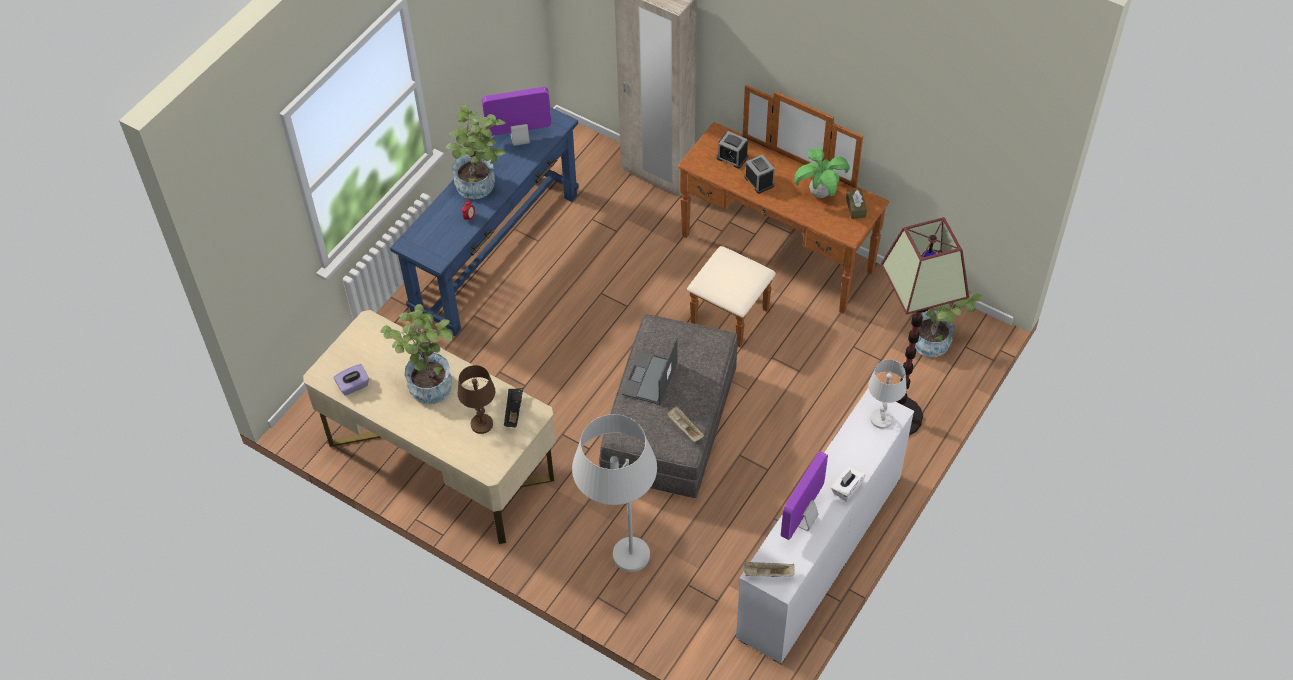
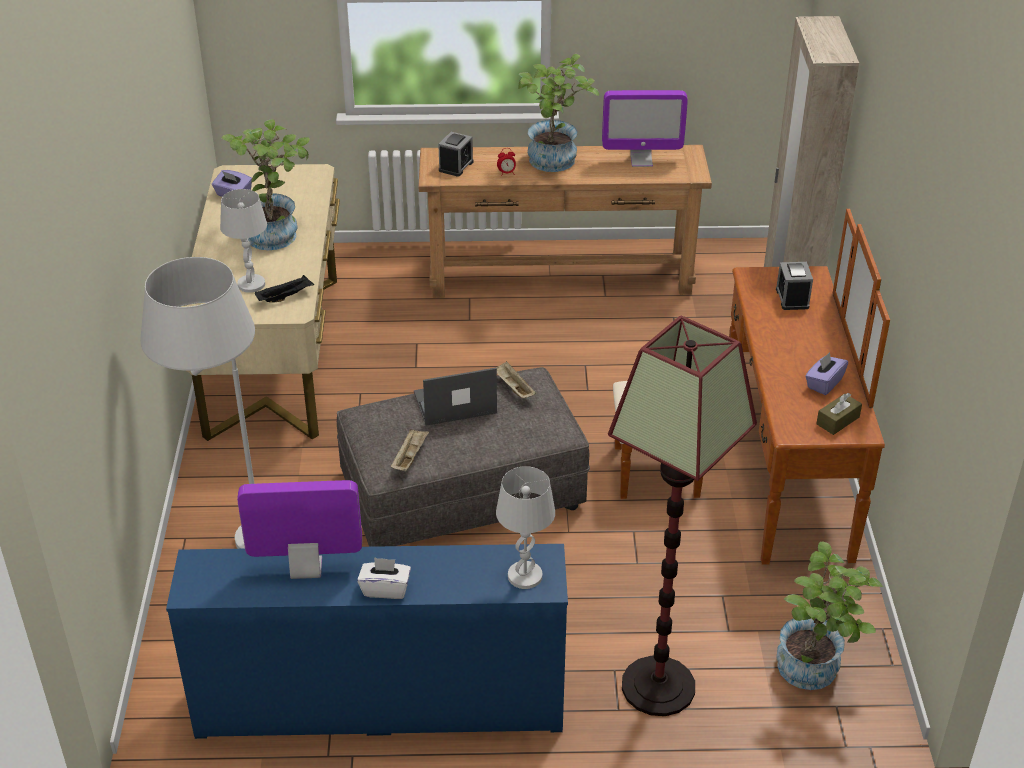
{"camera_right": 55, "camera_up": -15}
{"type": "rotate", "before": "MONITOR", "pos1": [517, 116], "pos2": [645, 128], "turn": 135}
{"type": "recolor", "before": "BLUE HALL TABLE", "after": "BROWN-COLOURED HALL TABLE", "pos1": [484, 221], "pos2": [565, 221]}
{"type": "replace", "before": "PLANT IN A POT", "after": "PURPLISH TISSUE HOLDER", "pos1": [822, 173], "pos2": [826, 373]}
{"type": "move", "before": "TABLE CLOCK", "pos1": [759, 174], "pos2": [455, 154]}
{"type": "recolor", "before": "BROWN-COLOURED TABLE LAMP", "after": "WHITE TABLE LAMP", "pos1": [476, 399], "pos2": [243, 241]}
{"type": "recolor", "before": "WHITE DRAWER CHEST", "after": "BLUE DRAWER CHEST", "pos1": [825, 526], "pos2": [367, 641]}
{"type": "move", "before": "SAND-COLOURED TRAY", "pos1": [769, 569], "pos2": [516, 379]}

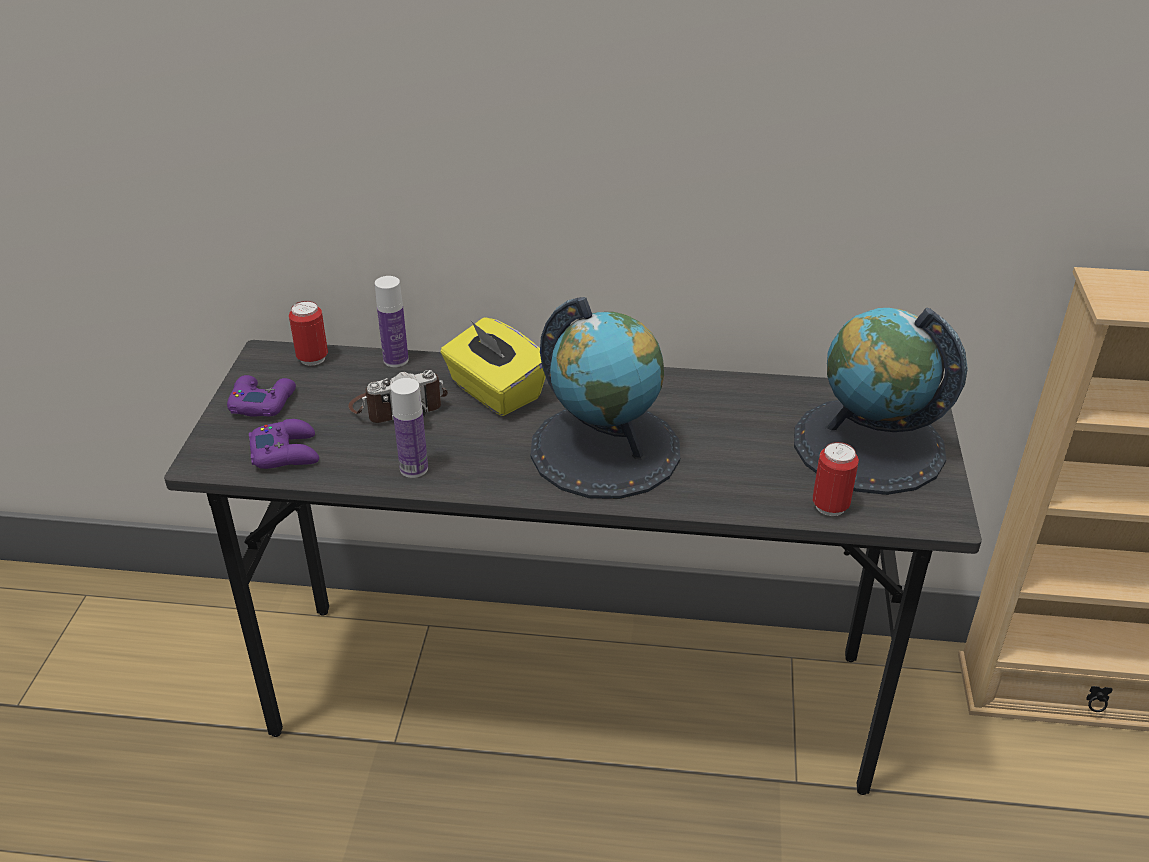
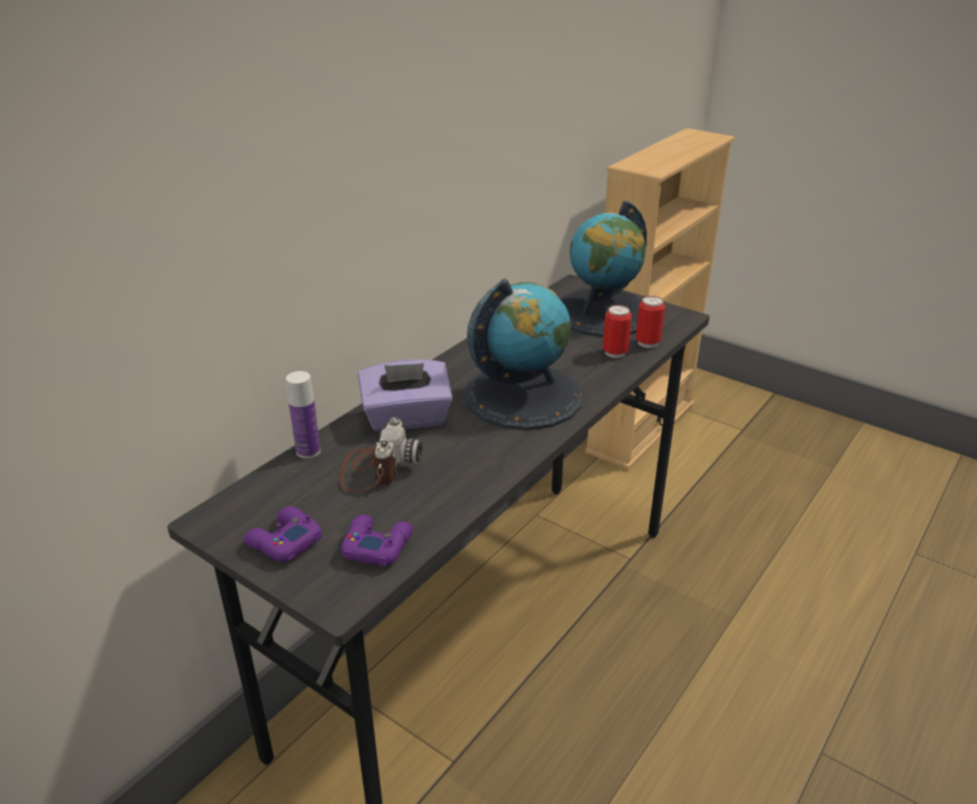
{"camera_right": -60, "camera_up": -5}
{"type": "move", "before": "CAN", "pos1": [308, 333], "pos2": [617, 331]}
{"type": "recolor", "before": "YELLOWISH TISSUE HOLDER", "after": "PURPLISH TISSUE HOLDER", "pos1": [493, 366], "pos2": [405, 395]}
{"type": "delete", "before": "DRINK BOTTLE", "pos1": [409, 428]}

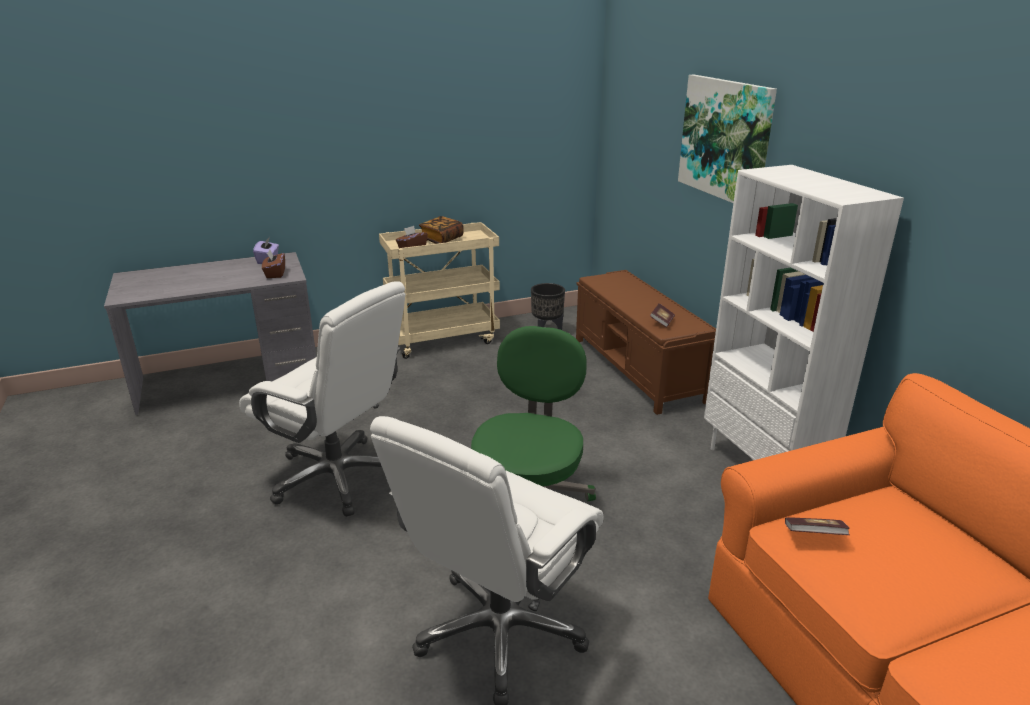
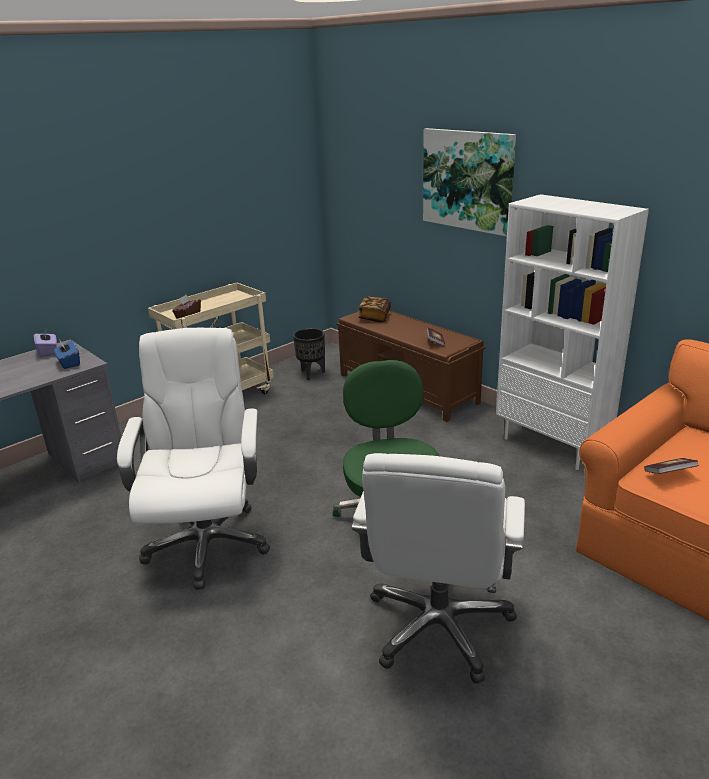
{"camera_right": -20, "camera_up": 0}
{"type": "move", "before": "VOLUME", "pos1": [441, 230], "pos2": [374, 309]}
{"type": "recolor", "before": "BROWN-COLOURED TISSUE HOLDER", "after": "BLUE TISSUE HOLDER", "pos1": [273, 264], "pos2": [67, 354]}
{"type": "rotate", "before": "WHITE DESK CHAIR", "pos1": [322, 399], "pos2": [193, 459], "turn": -105}

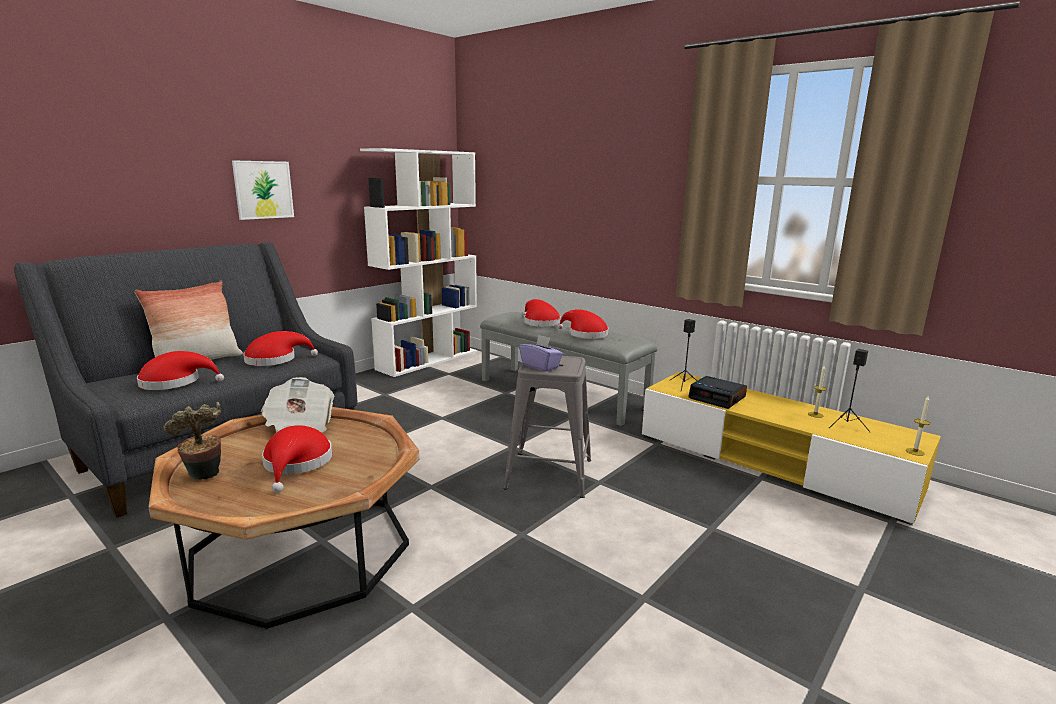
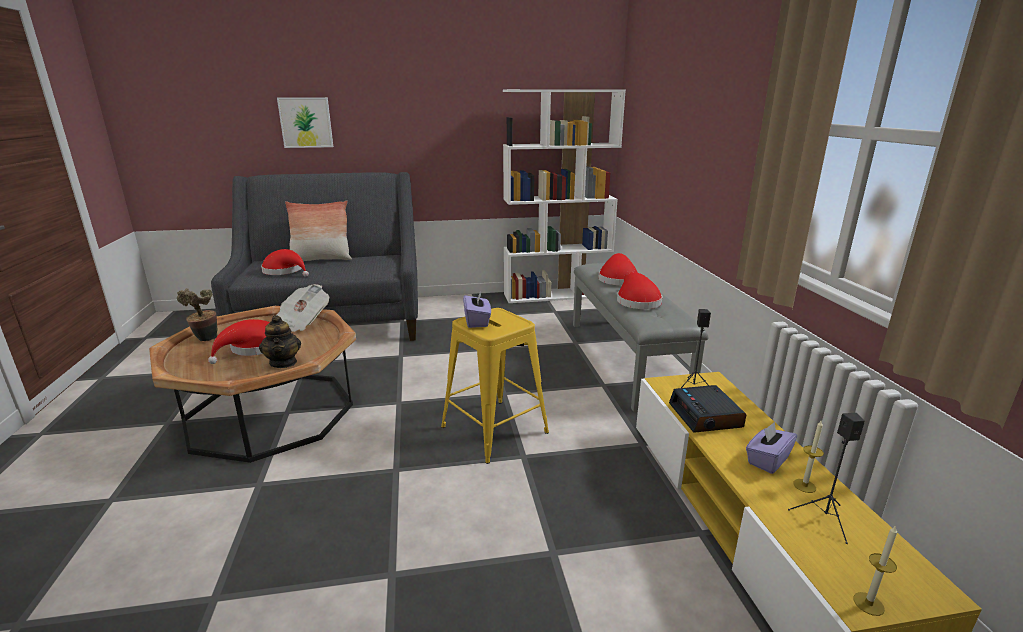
{"camera_right": 40, "camera_up": 5}
{"type": "move", "before": "PICTURE", "pos1": [263, 190], "pos2": [305, 122]}
{"type": "delete", "before": "RED CLOTHING HAT", "pos1": [280, 348]}
{"type": "recolor", "before": "GREY STOOL", "after": "YELLOWISH STOOL", "pos1": [547, 427], "pos2": [495, 386]}
{"type": "insert", "after": "TEA POT", "pos2": [280, 341]}
{"type": "insert", "after": "PURPLISH TISSUE HOLDER", "pos2": [771, 447]}

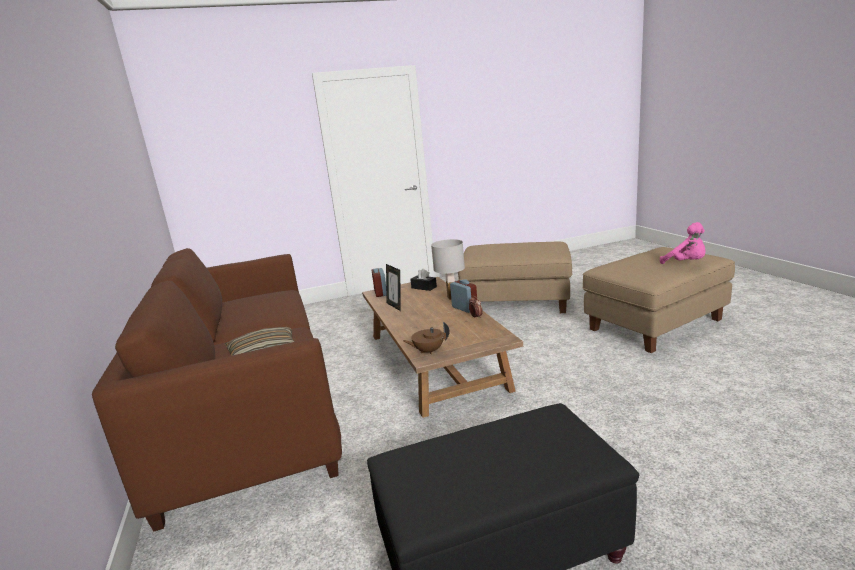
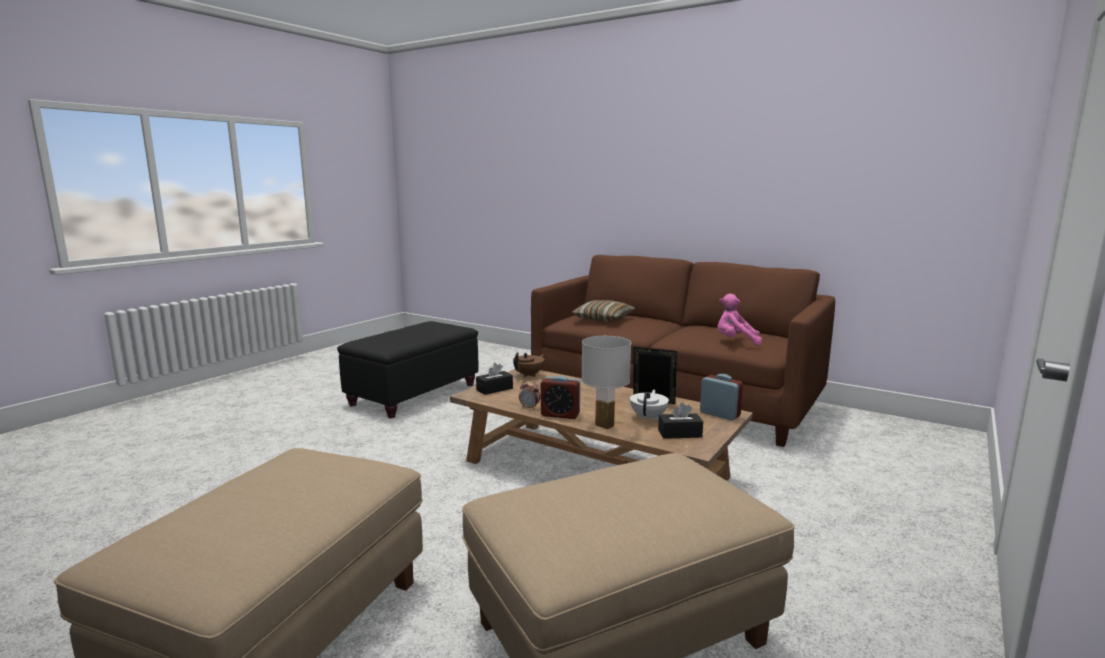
{"camera_right": 140, "camera_up": -5}
{"type": "move", "before": "PINKISH PLUSH TOY", "pos1": [683, 243], "pos2": [740, 319]}
{"type": "insert", "after": "BLACKISH TISSUE HOLDER", "pos2": [494, 379]}
{"type": "insert", "after": "WHITE TEA POT", "pos2": [649, 405]}

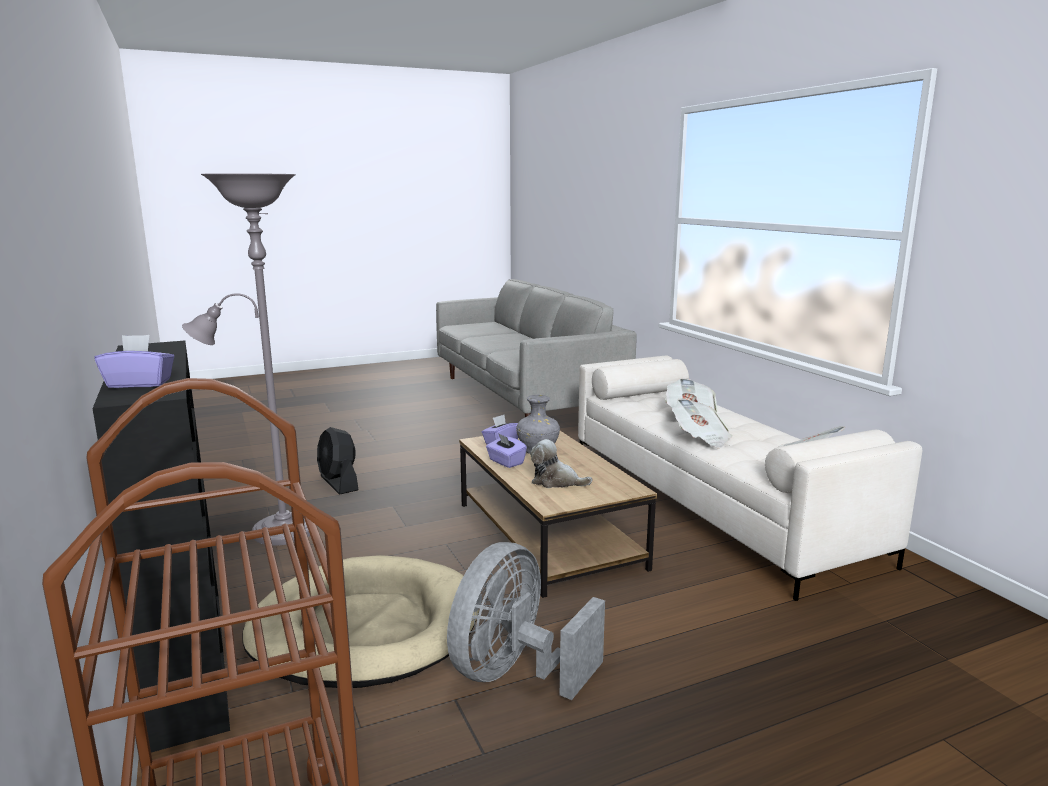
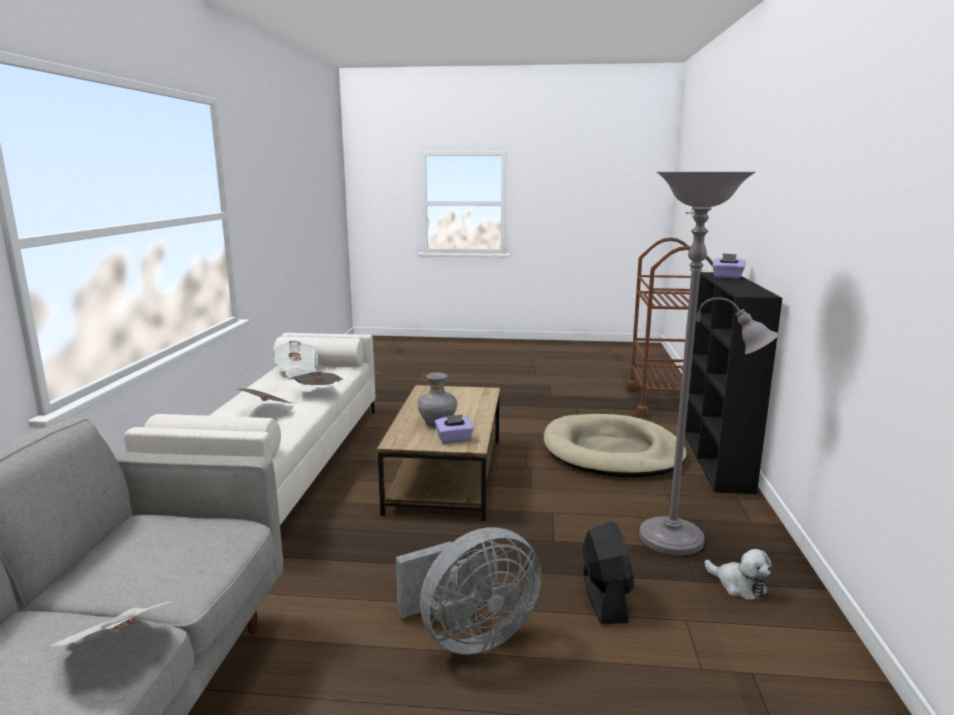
{"camera_right": -150, "camera_up": 0}
{"type": "delete", "before": "PURPLISH TISSUE HOLDER", "pos1": [506, 450]}
{"type": "move", "before": "PLUSH TOY", "pos1": [561, 463], "pos2": [738, 574]}
{"type": "move", "before": "GREY ELECTRIC FAN", "pos1": [526, 621], "pos2": [469, 591]}
{"type": "insert", "after": "PRINTED PAPER", "pos2": [111, 623]}

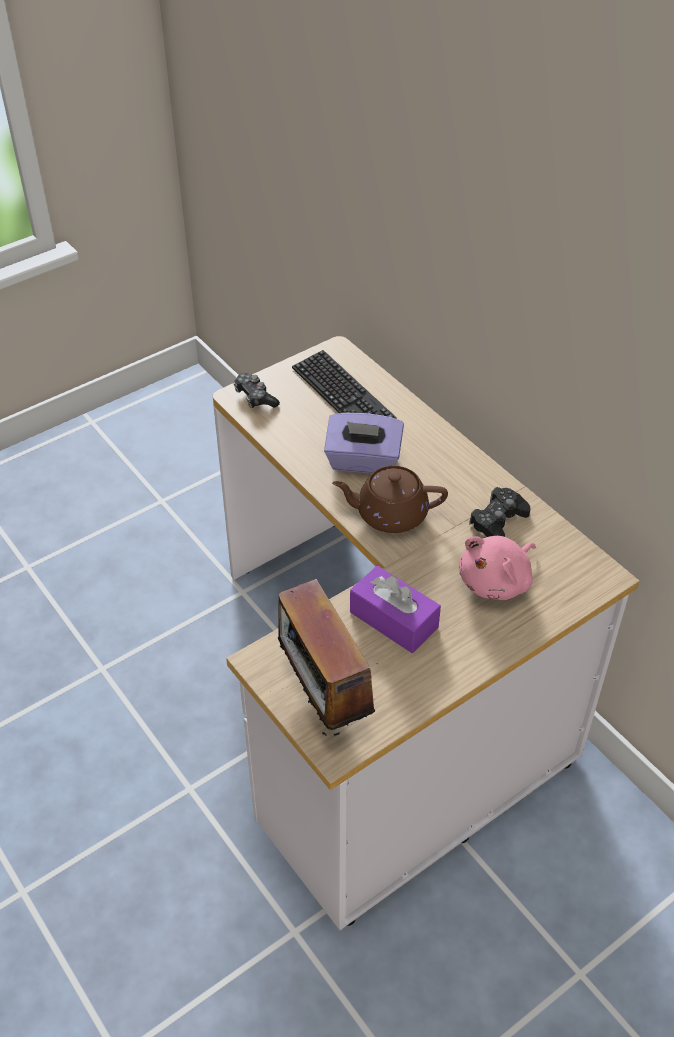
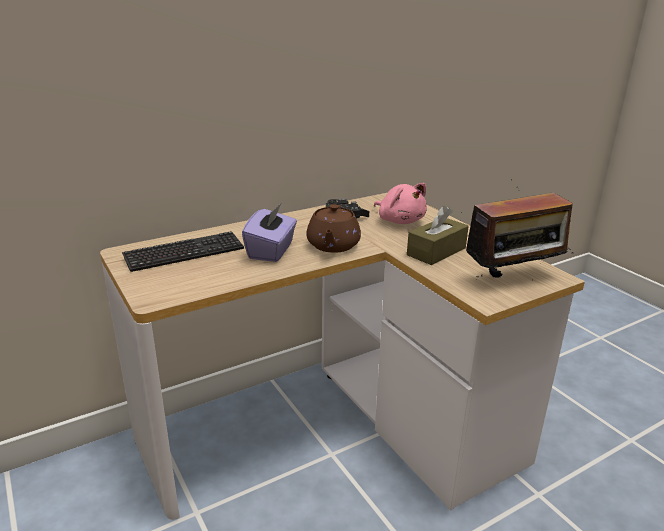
{"camera_right": -85, "camera_up": -20}
{"type": "delete", "before": "JOYPAD", "pos1": [256, 390]}
{"type": "recolor", "before": "PURPLISH TISSUE HOLDER", "after": "BROWN-COLOURED TISSUE HOLDER", "pos1": [395, 609], "pos2": [438, 235]}

